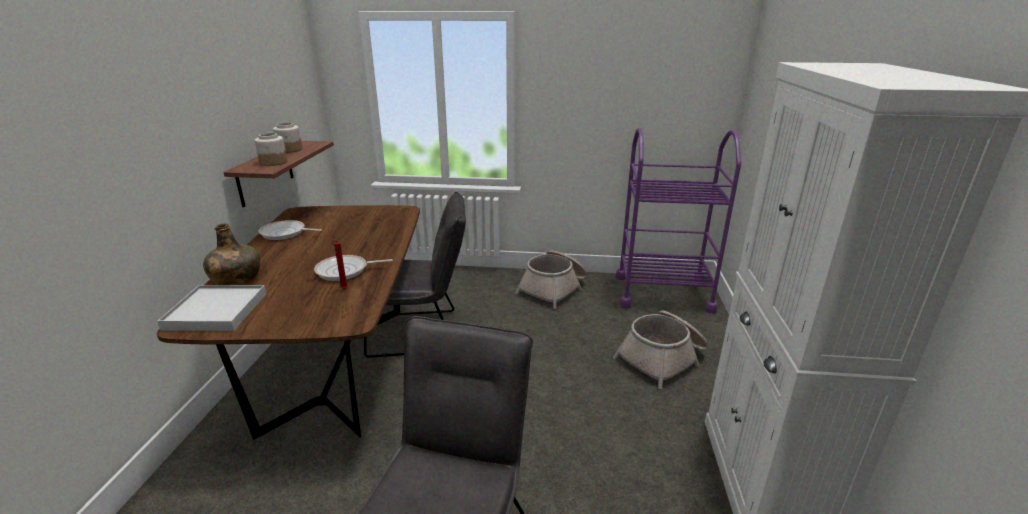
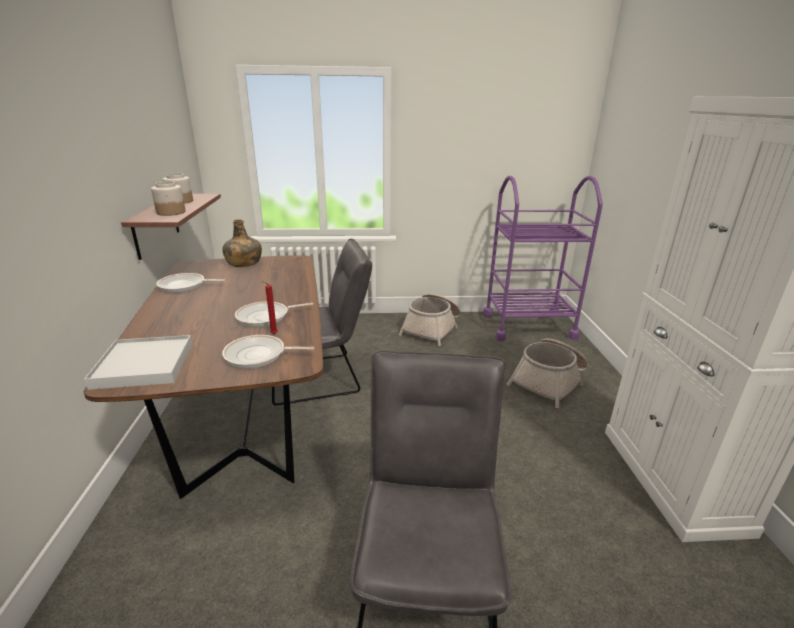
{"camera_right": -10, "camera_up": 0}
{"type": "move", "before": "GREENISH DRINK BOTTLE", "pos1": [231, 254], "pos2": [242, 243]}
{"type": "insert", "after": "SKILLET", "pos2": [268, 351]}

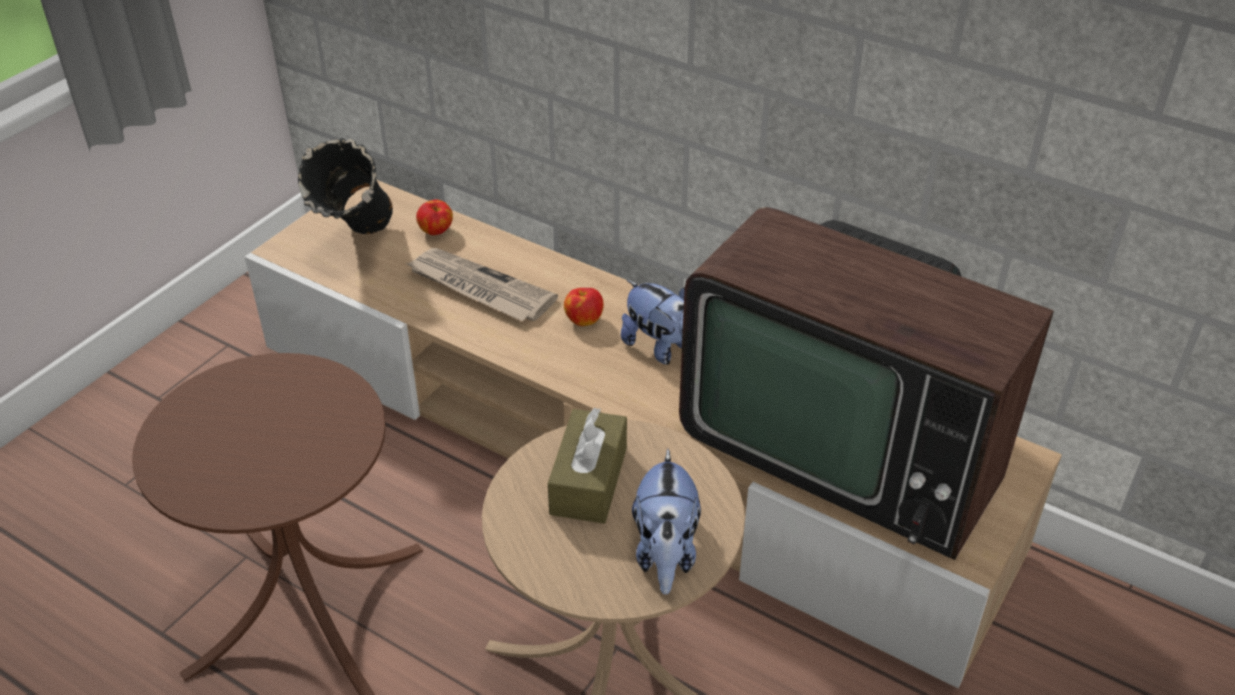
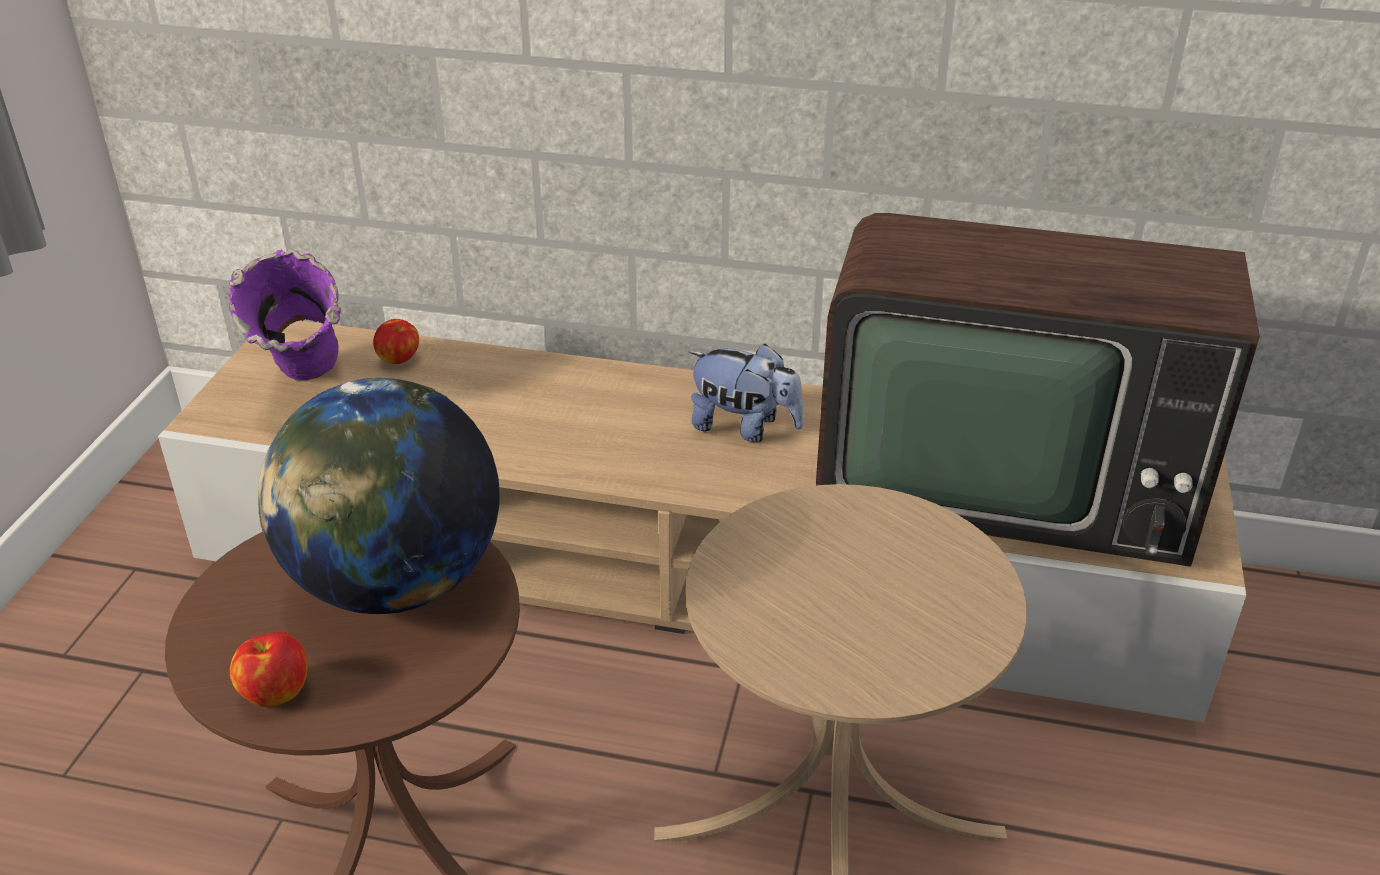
{"camera_right": -20, "camera_up": -5}
{"type": "recolor", "before": "BLACKISH DECORATIVE VASE", "after": "PURPLISH DECORATIVE VASE", "pos1": [345, 186], "pos2": [285, 314]}
{"type": "delete", "before": "PRINTED PAPER", "pos1": [481, 284]}
{"type": "move", "before": "APPLE FRUIT", "pos1": [584, 307], "pos2": [268, 669]}
{"type": "delete", "before": "BROWN-COLOURED TISSUE HOLDER", "pos1": [587, 466]}
{"type": "delete", "before": "PLUSH TOY", "pos1": [666, 521]}
{"type": "insert", "after": "DESK GLOBE", "pos2": [379, 496]}

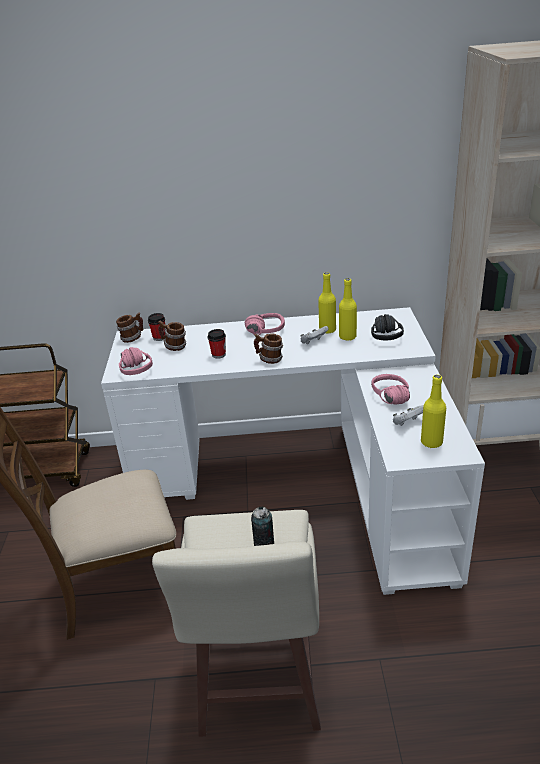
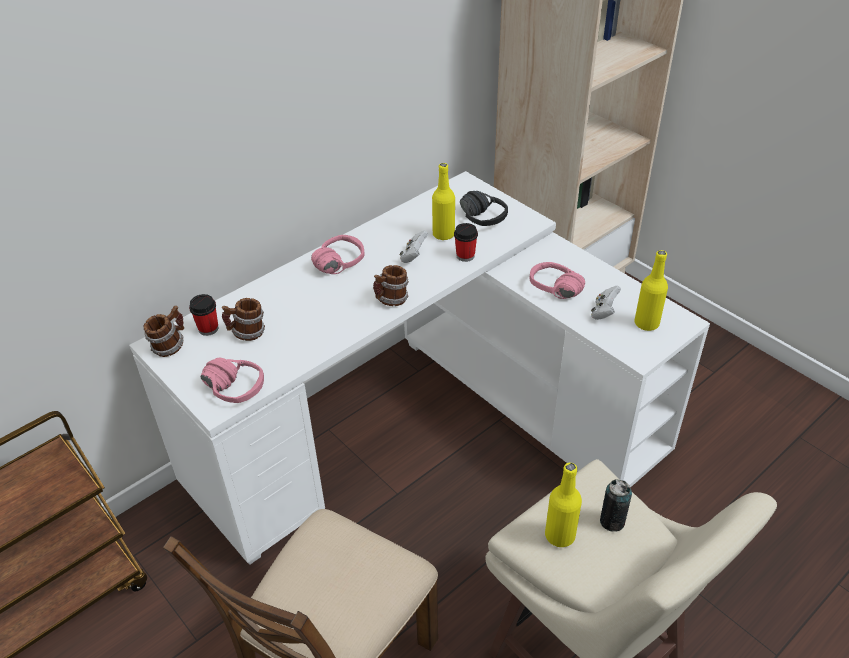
{"camera_right": -40, "camera_up": 10}
{"type": "move", "before": "YELLOWISH DRINK BOTTLE", "pos1": [327, 302], "pos2": [563, 505]}
{"type": "move", "before": "CUP", "pos1": [217, 344], "pos2": [466, 242]}

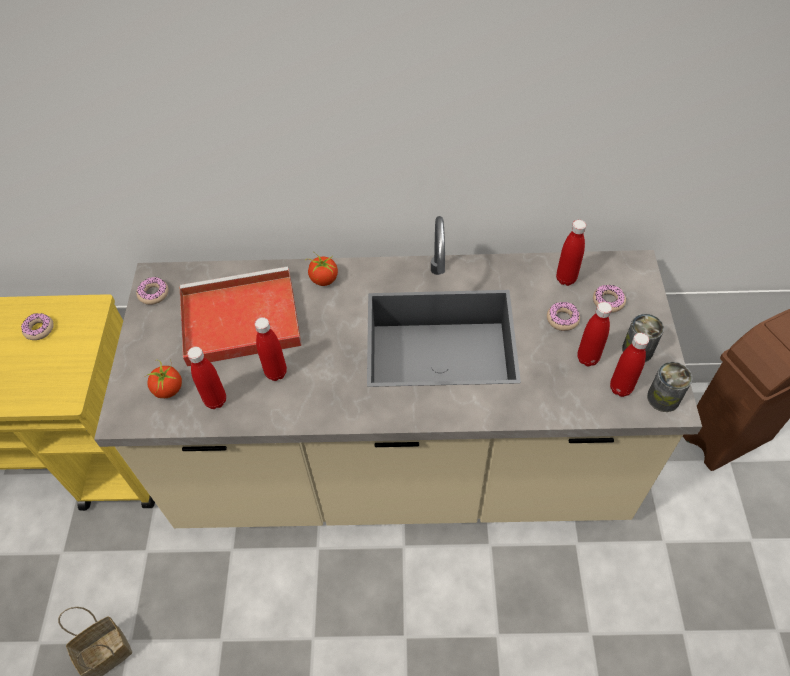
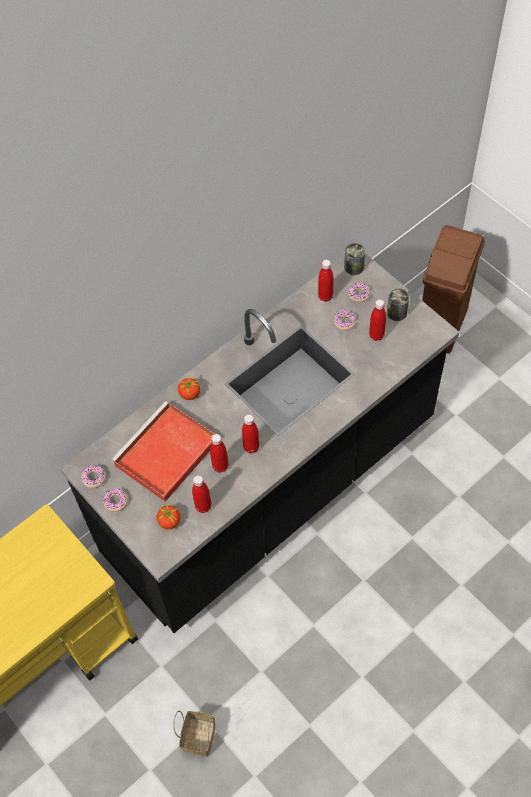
{"camera_right": -40, "camera_up": 5}
{"type": "recolor", "before": "SAND-COLOURED KITCHEN BASE UNIT", "after": "BLACKISH KITCHEN BASE UNIT", "pos1": [398, 372], "pos2": [260, 443]}
{"type": "move", "before": "RING DOUGHNUT", "pos1": [37, 326], "pos2": [115, 500]}
{"type": "move", "before": "RED DRINK BOTTLE", "pos1": [629, 365], "pos2": [250, 433]}
{"type": "move", "before": "CAN", "pos1": [669, 387], "pos2": [354, 259]}

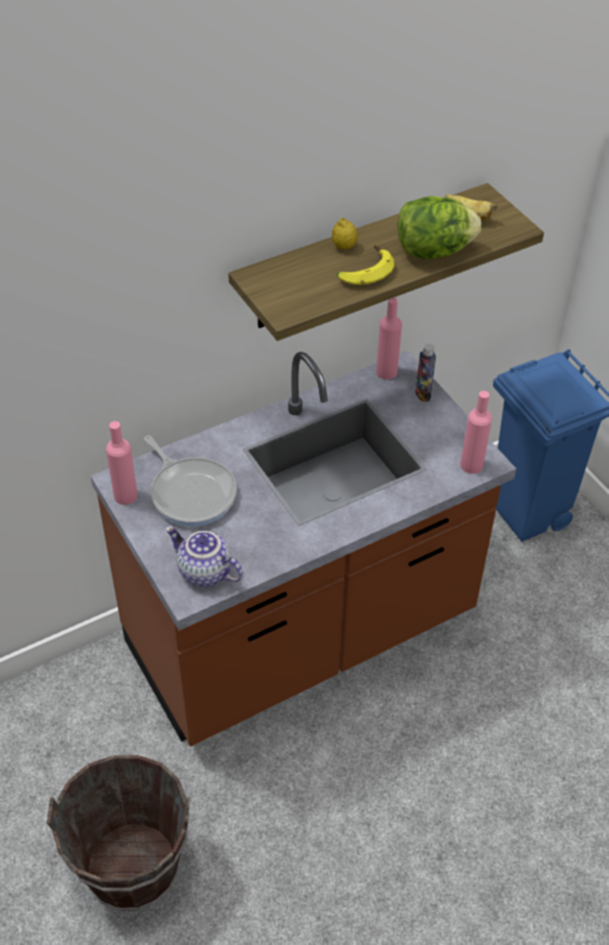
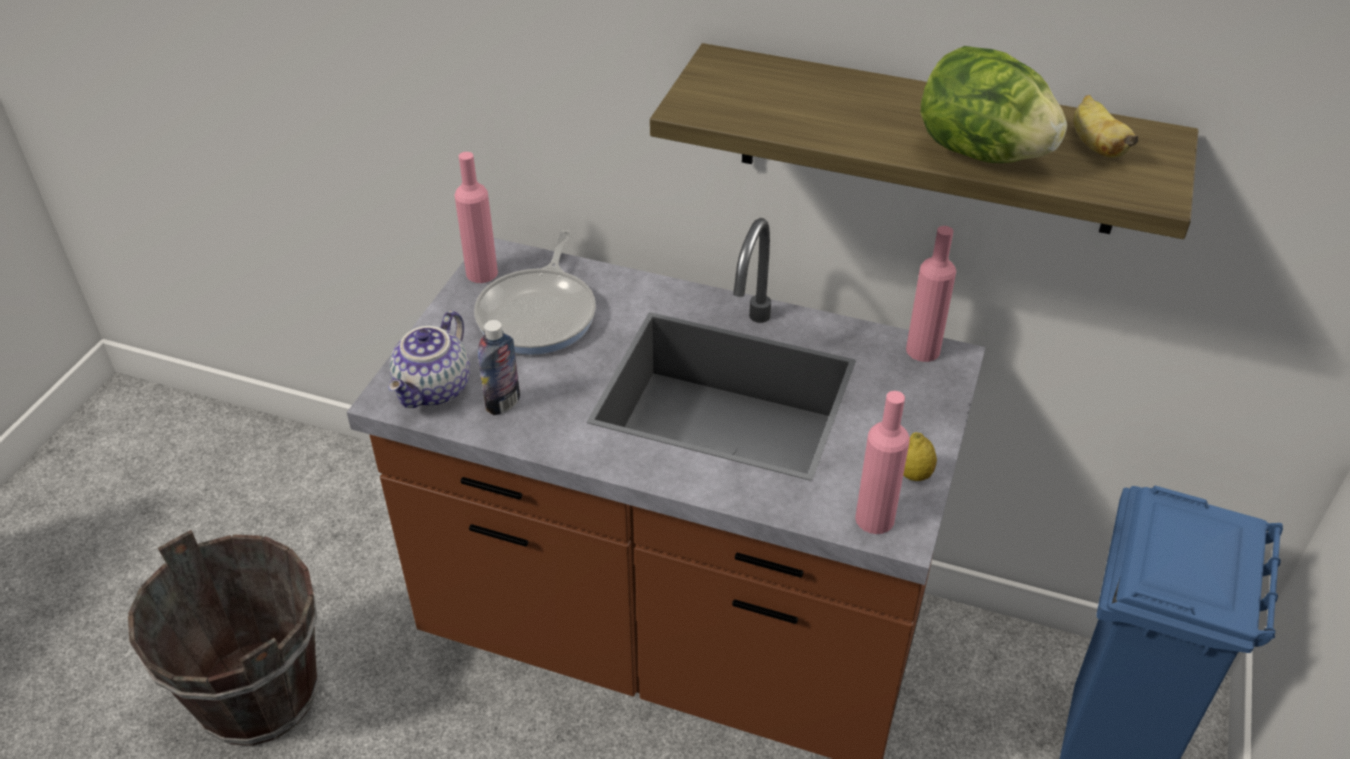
{"camera_right": 50, "camera_up": -5}
{"type": "move", "before": "LEMON", "pos1": [345, 234], "pos2": [920, 456]}
{"type": "delete", "before": "BANANA FRUIT", "pos1": [366, 265]}
{"type": "move", "before": "DRINK BOTTLE", "pos1": [426, 373], "pos2": [499, 367]}
{"type": "rotate", "before": "TEA POT", "pos1": [204, 556], "pos2": [429, 359], "turn": -150}

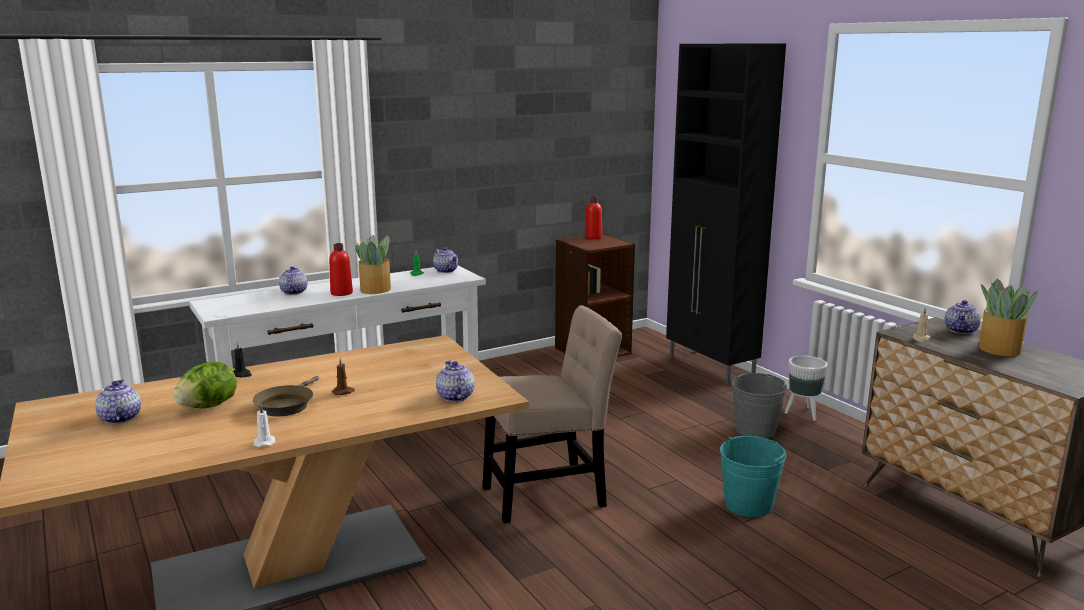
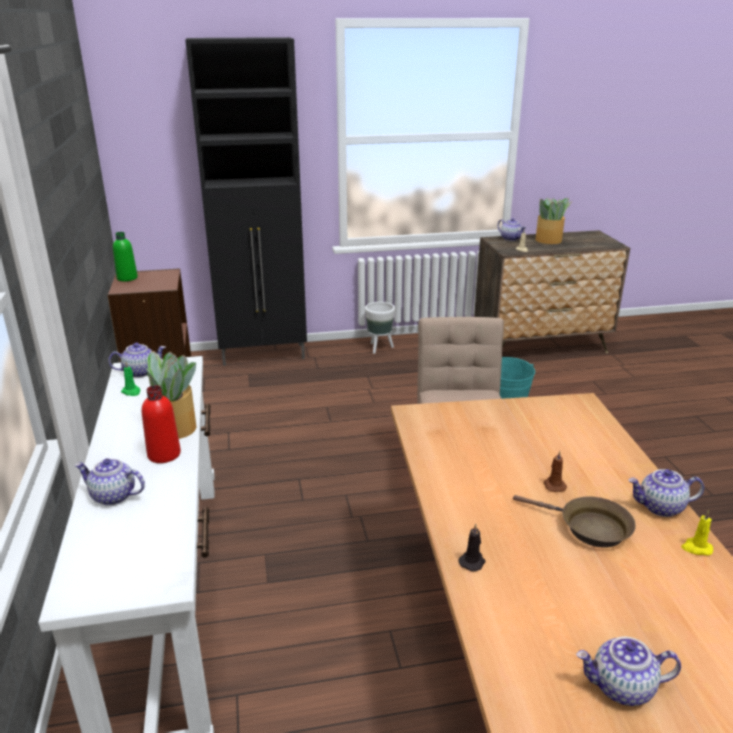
{"camera_right": -70, "camera_up": 10}
{"type": "recolor", "before": "RED DRINK BOTTLE", "after": "GREENISH DRINK BOTTLE", "pos1": [593, 218], "pos2": [125, 256]}
{"type": "move", "before": "TEA POT", "pos1": [455, 381], "pos2": [666, 493]}
{"type": "delete", "before": "LETTUCE HEAD", "pos1": [205, 385]}
{"type": "delete", "before": "GREY BUCKET", "pos1": [759, 406]}
{"type": "recolor", "before": "WHITE WAX CANDLE", "after": "YELLOWISH WAX CANDLE", "pos1": [264, 425], "pos2": [697, 533]}

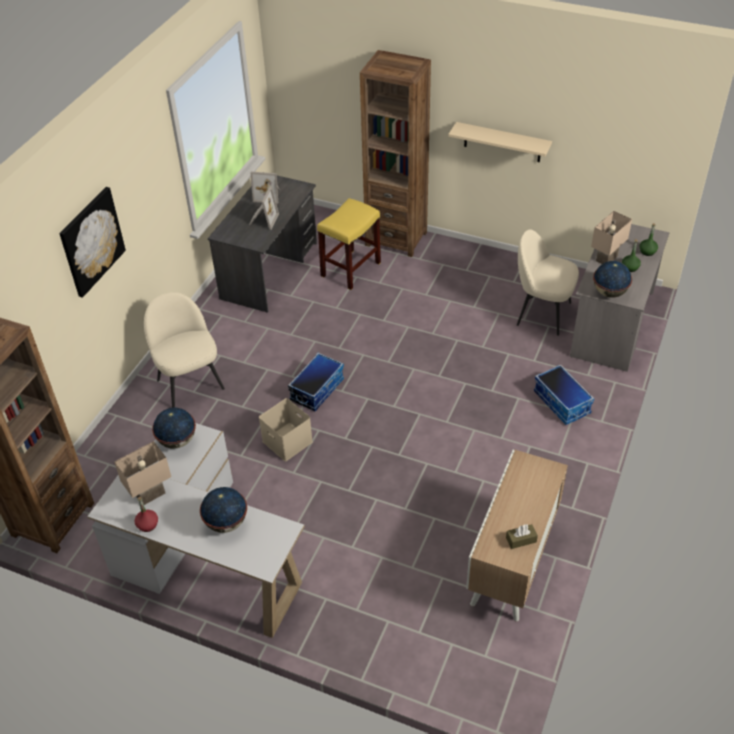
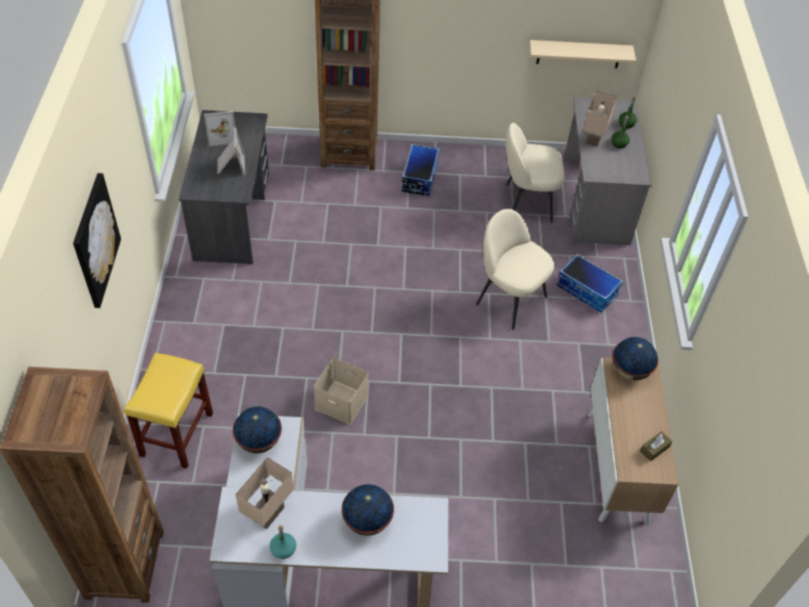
{"camera_right": -25, "camera_up": 5}
{"type": "move", "before": "SAND-COLOURED SHELF", "pos1": [500, 142], "pos2": [582, 54]}
{"type": "move", "before": "YELLOWISH STOOL", "pos1": [349, 244], "pos2": [168, 411]}
{"type": "move", "before": "DESK GLOBE", "pos1": [612, 279], "pos2": [635, 358]}
{"type": "move", "before": "SAND-COLOURED PLAIN CHAIR", "pos1": [184, 350], "pos2": [515, 269]}
{"type": "move", "before": "STORAGE CONTAINER", "pos1": [316, 382], "pos2": [420, 170]}
{"type": "recolor", "before": "RED DRINK BOTTLE", "after": "BLUE-GREEN DRINK BOTTLE", "pos1": [146, 514], "pos2": [283, 542]}

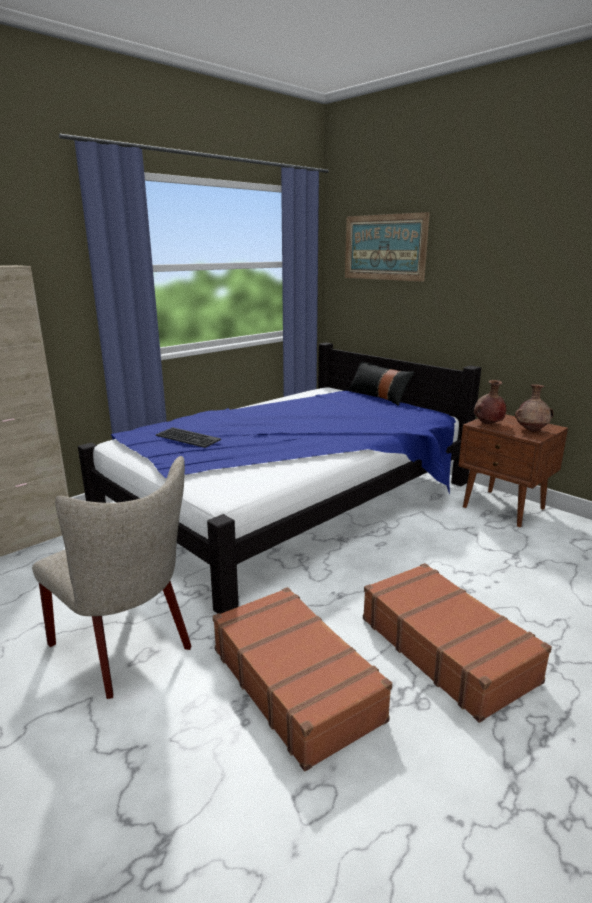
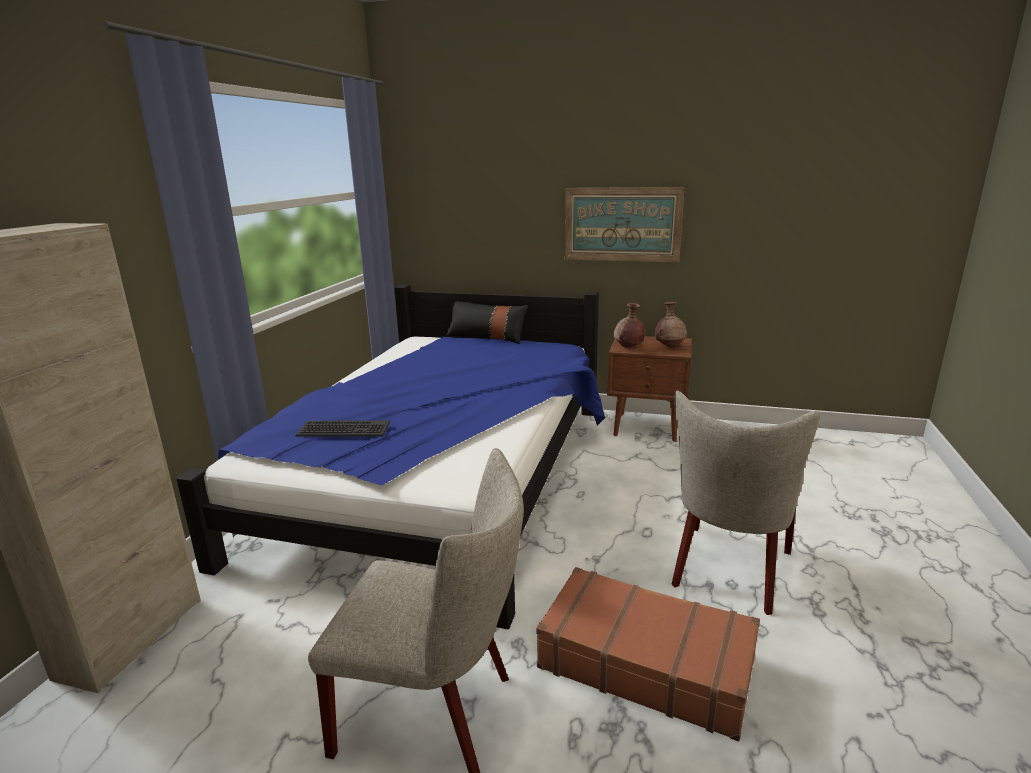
{"camera_right": -30, "camera_up": 0}
{"type": "move", "before": "PICTURE", "pos1": [387, 247], "pos2": [625, 224]}
{"type": "replace", "before": "BROWN-COLOURED PIECE OF LUGGAGE", "after": "SAND-COLOURED PLAIN CHAIR", "pos1": [457, 643], "pos2": [746, 503]}

